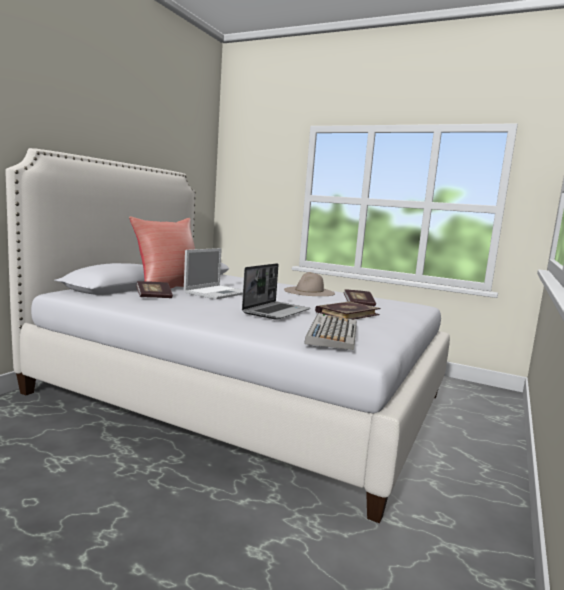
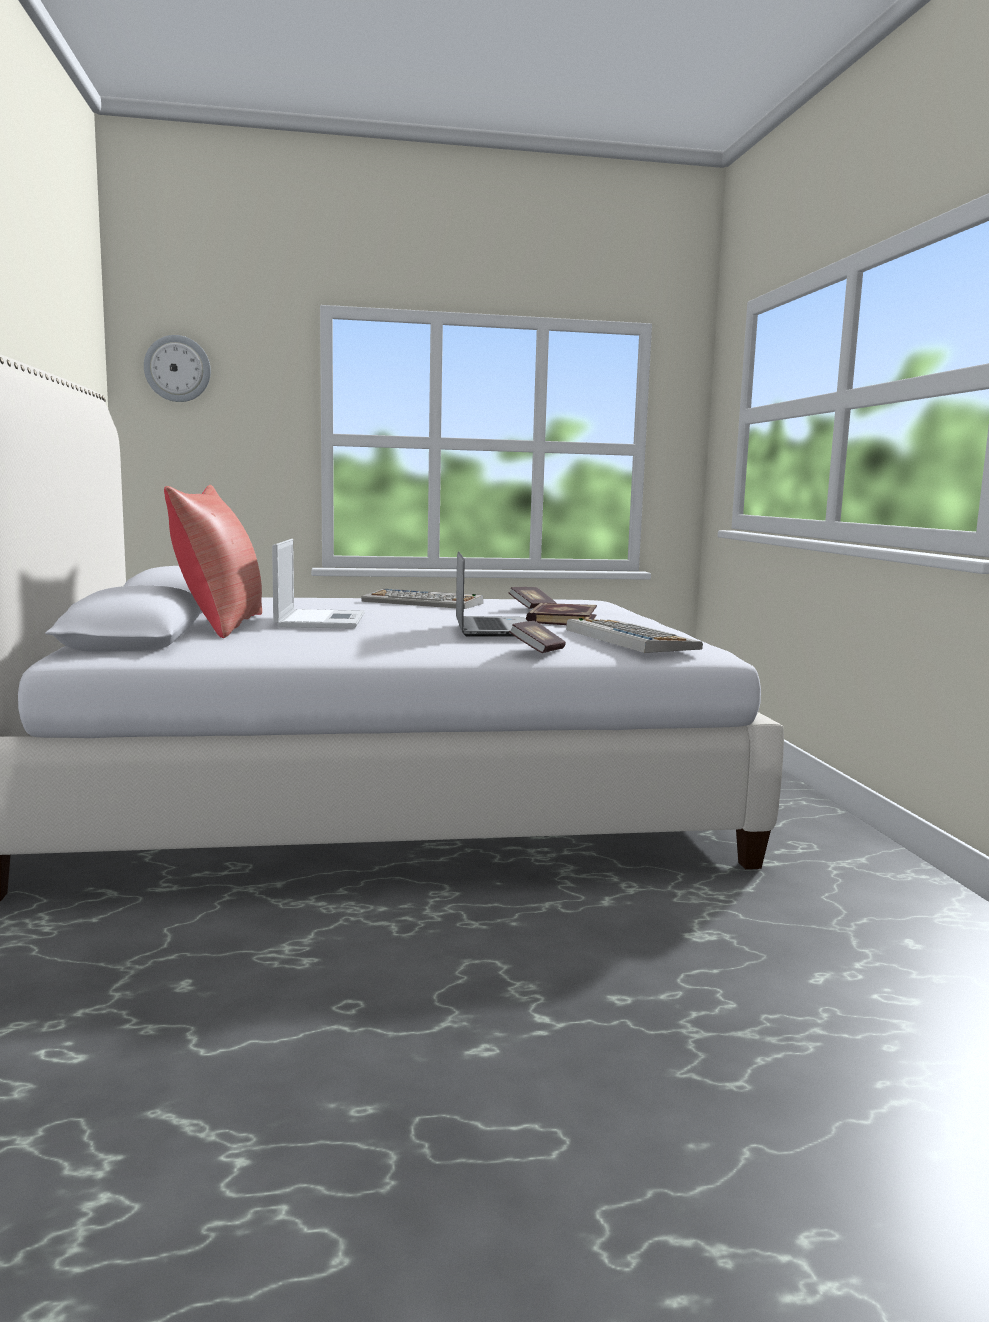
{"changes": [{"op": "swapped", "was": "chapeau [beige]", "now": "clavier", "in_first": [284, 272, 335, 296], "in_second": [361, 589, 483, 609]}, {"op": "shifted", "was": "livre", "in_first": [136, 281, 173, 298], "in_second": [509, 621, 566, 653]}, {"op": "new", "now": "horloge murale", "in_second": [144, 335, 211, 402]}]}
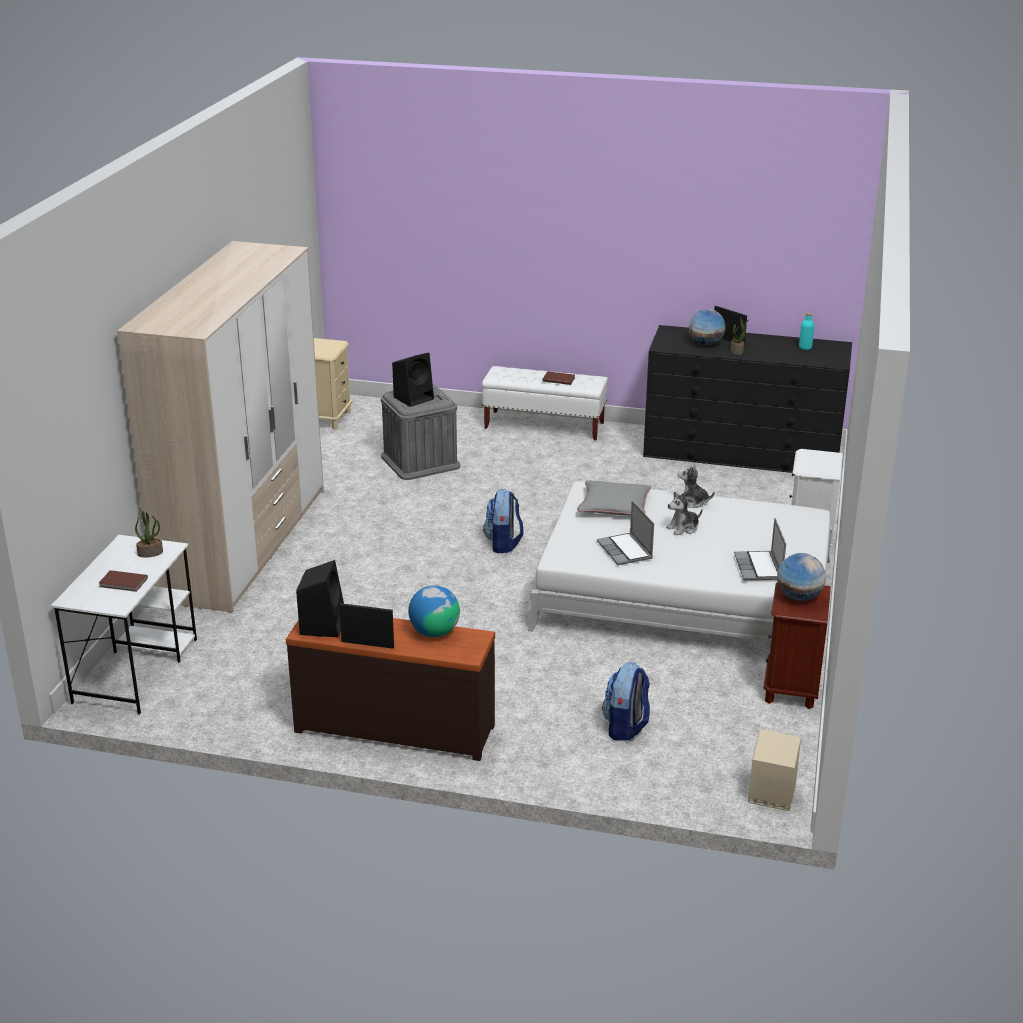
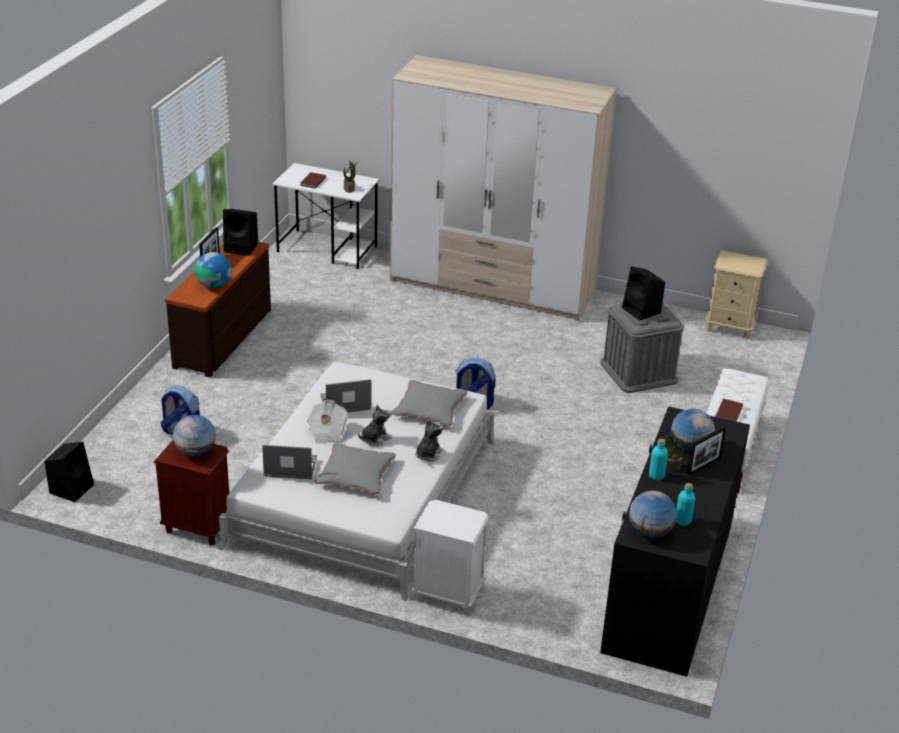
{"changes": [{"op": "rotated", "was": "peluche", "in_first": [666, 492, 703, 536], "in_second": [358, 404, 392, 446], "clockwise": 75}, {"op": "repainted", "was": "enceinte [beige]", "now": "enceinte [noir]", "in_first": [748, 729, 801, 811], "in_second": [44, 441, 94, 502]}, {"op": "new", "now": "journal", "in_second": [307, 400, 348, 444]}, {"op": "new", "now": "bouteille [turquoise]", "in_second": [649, 439, 668, 480]}, {"op": "new", "now": "coussin [gris]", "in_second": [315, 443, 396, 494]}, {"op": "new", "now": "globe", "in_second": [629, 491, 676, 538]}]}
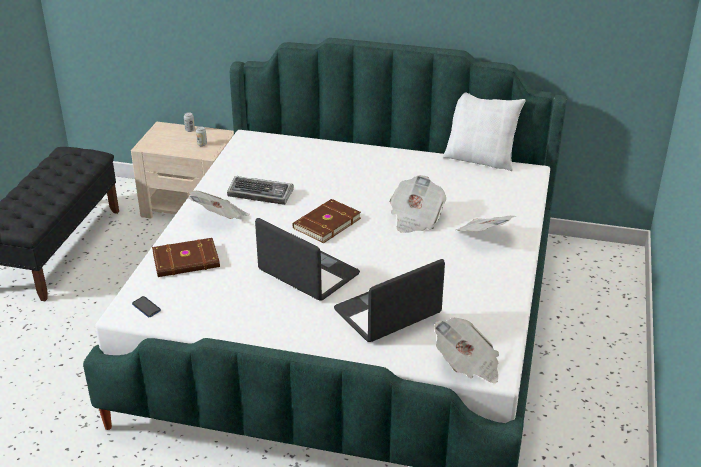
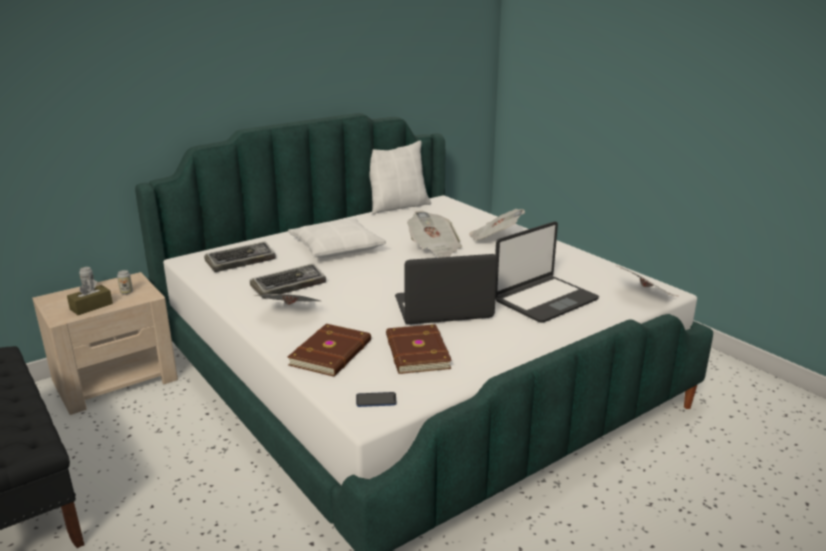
{"changes": [{"op": "shifted", "was": "livre [marron]", "in_first": [292, 199, 361, 243], "in_second": [386, 324, 452, 374]}, {"op": "rotated", "was": "ordinateur portable", "in_first": [334, 259, 445, 342], "in_second": [495, 222, 599, 323], "clockwise": -135}, {"op": "new", "now": "coussin [blanc]", "in_second": [288, 219, 386, 258]}, {"op": "new", "now": "clavier", "in_second": [204, 241, 276, 272]}, {"op": "new", "now": "boîte à mouchoirs [marron]", "in_second": [67, 279, 113, 315]}]}
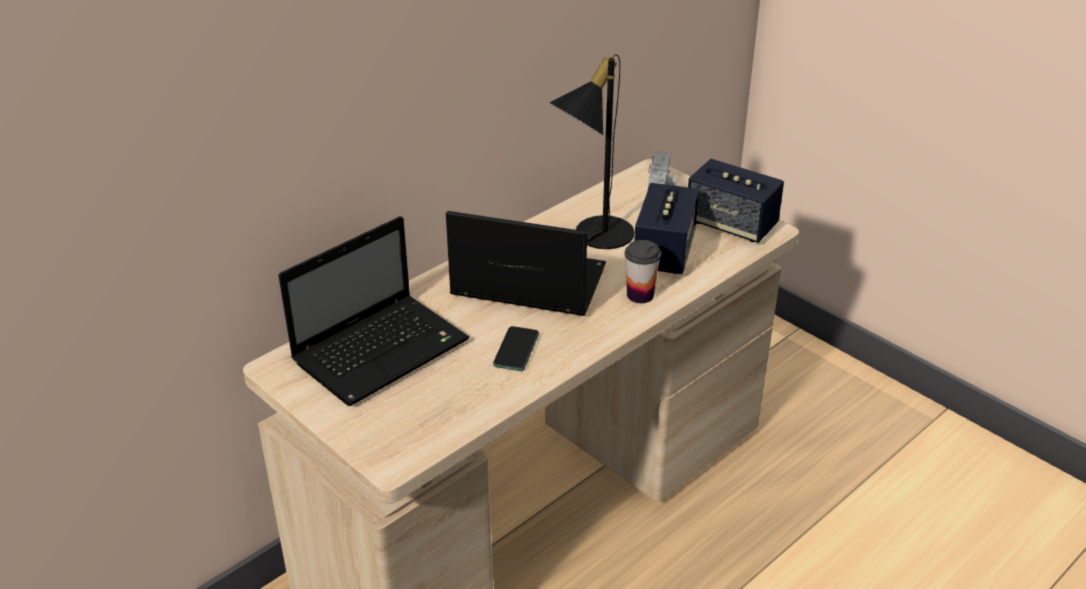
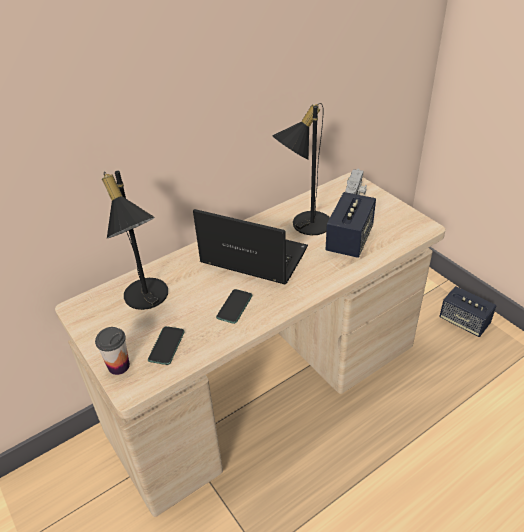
{"changes": [{"op": "shifted", "was": "enceinte", "in_first": [688, 159, 784, 243], "in_second": [439, 286, 497, 337]}, {"op": "swapped", "was": "ordinateur portable", "now": "lampe de table [noir]", "in_first": [278, 216, 470, 406], "in_second": [102, 171, 168, 310]}, {"op": "shifted", "was": "tasse", "in_first": [625, 240, 661, 303], "in_second": [95, 327, 130, 375]}, {"op": "new", "now": "téléphone", "in_second": [148, 326, 185, 365]}]}
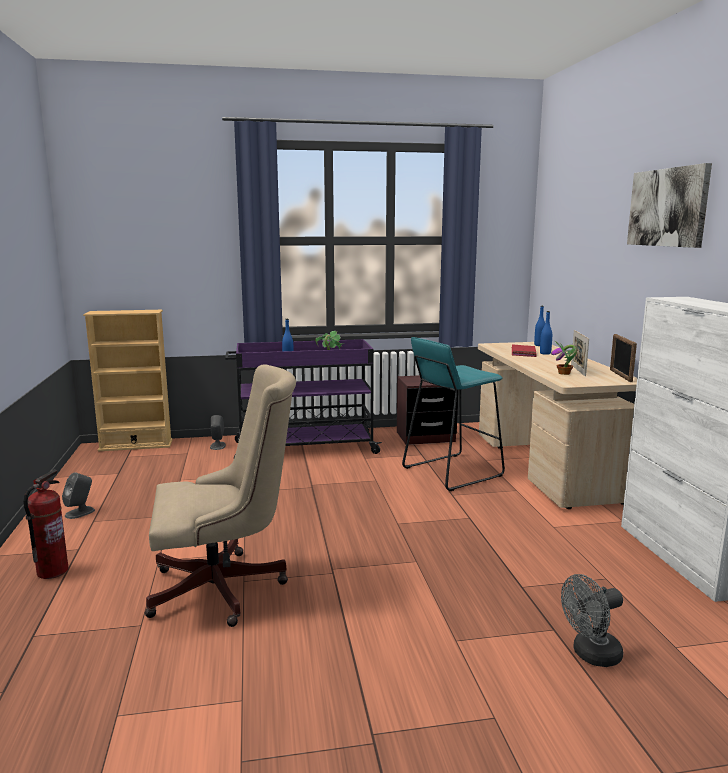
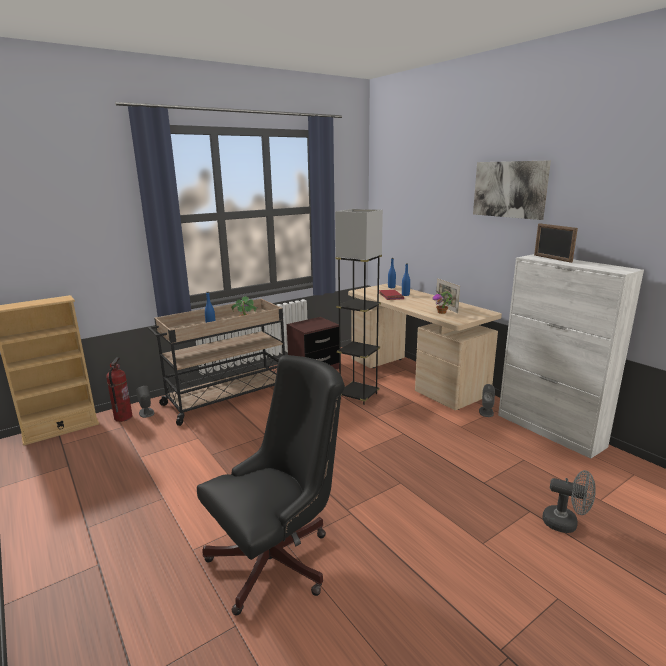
{"changes": [{"op": "shifted", "was": "cadre photo", "in_first": [610, 334, 637, 382], "in_second": [534, 223, 578, 263]}, {"op": "swapped", "was": "tabouret [turquoise]", "now": "lampadaire [gris]", "in_first": [402, 337, 505, 491], "in_second": [335, 209, 383, 405]}, {"op": "repainted", "was": "chariot [violet]", "now": "chariot [beige]", "in_first": [225, 339, 382, 458], "in_second": [148, 299, 285, 426]}, {"op": "repainted", "was": "chaise de bureau [beige]", "now": "chaise de bureau [noir]", "in_first": [145, 364, 296, 627], "in_second": [197, 355, 345, 615]}, {"op": "shifted", "was": "extincteur", "in_first": [23, 470, 69, 579], "in_second": [106, 357, 133, 422]}, {"op": "shifted", "was": "enceinte [gris]", "in_first": [62, 472, 95, 519], "in_second": [479, 384, 495, 417]}, {"op": "rotated", "was": "ventilateur [gris]", "in_first": [561, 574, 623, 667], "in_second": [542, 470, 596, 533], "clockwise": -105}]}
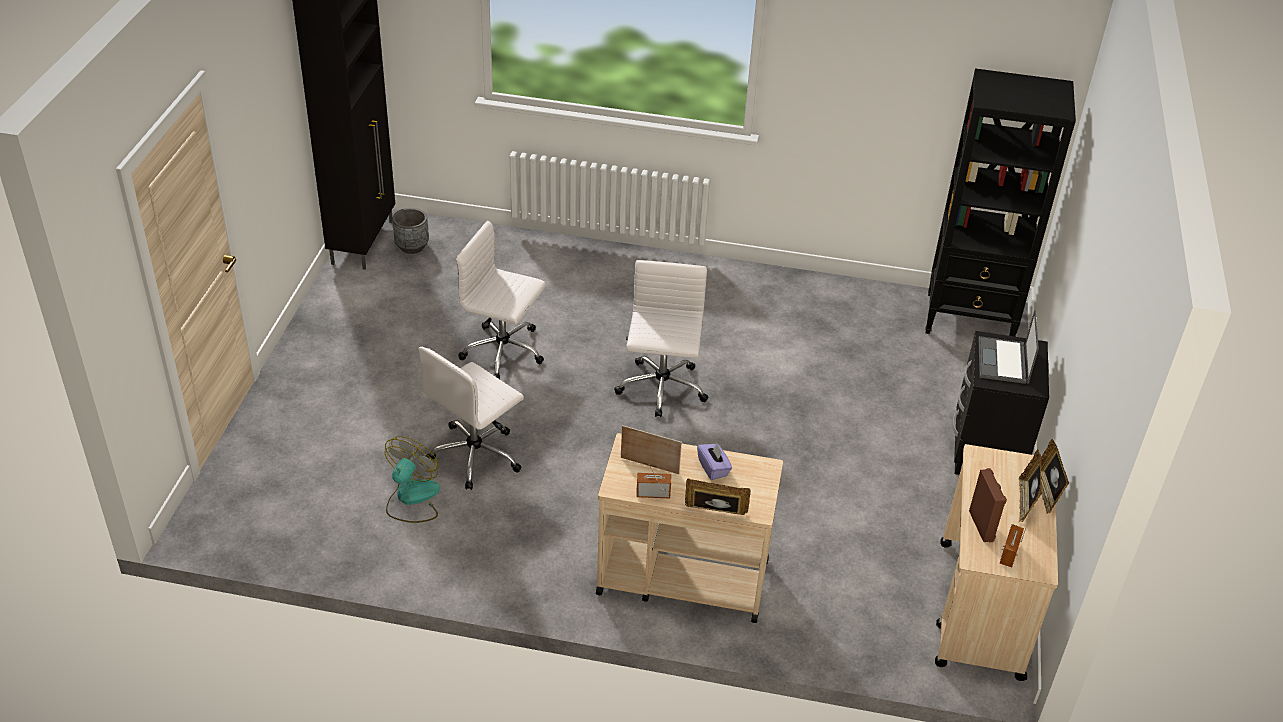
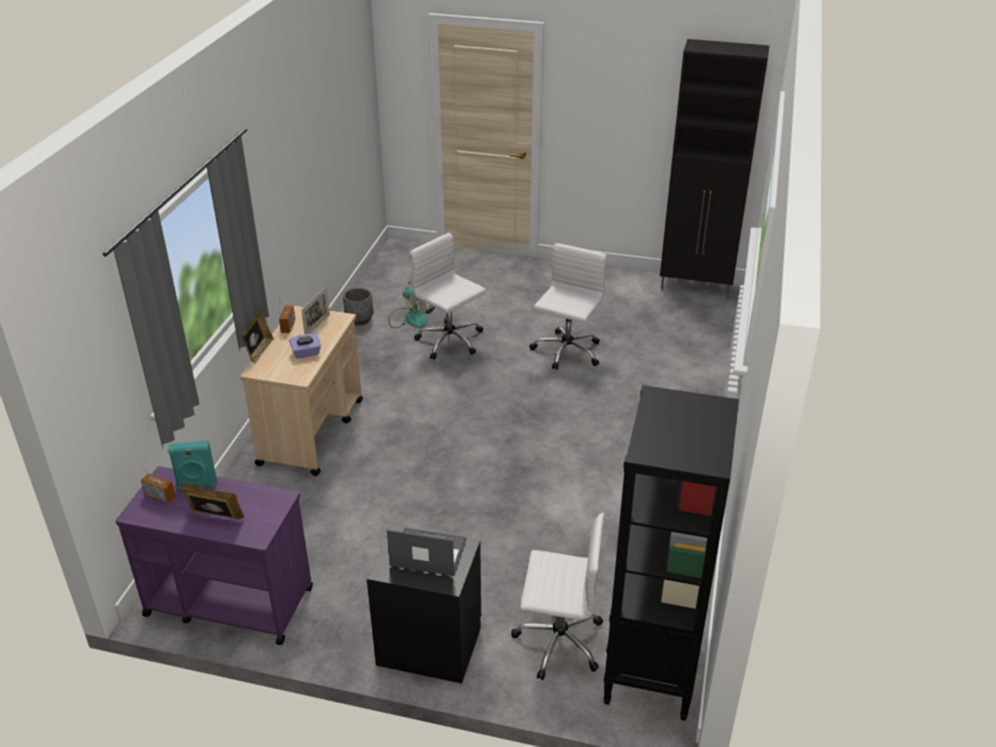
{"changes": [{"op": "shifted", "was": "cache-pot [gris]", "in_first": [392, 208, 429, 254], "in_second": [343, 287, 373, 326]}, {"op": "shifted", "was": "chaise de bureau [blanc]", "in_first": [614, 260, 708, 417], "in_second": [511, 513, 604, 680]}, {"op": "gone", "was": "cadre photo", "in_first": [1041, 439, 1069, 514]}, {"op": "repainted", "was": "chariot [beige]", "now": "chariot [violet]", "in_first": [935, 444, 1058, 681], "in_second": [116, 466, 313, 645]}, {"op": "repainted", "was": "enceinte [marron]", "now": "enceinte [turquoise]", "in_first": [969, 468, 1007, 542], "in_second": [168, 441, 217, 490]}]}
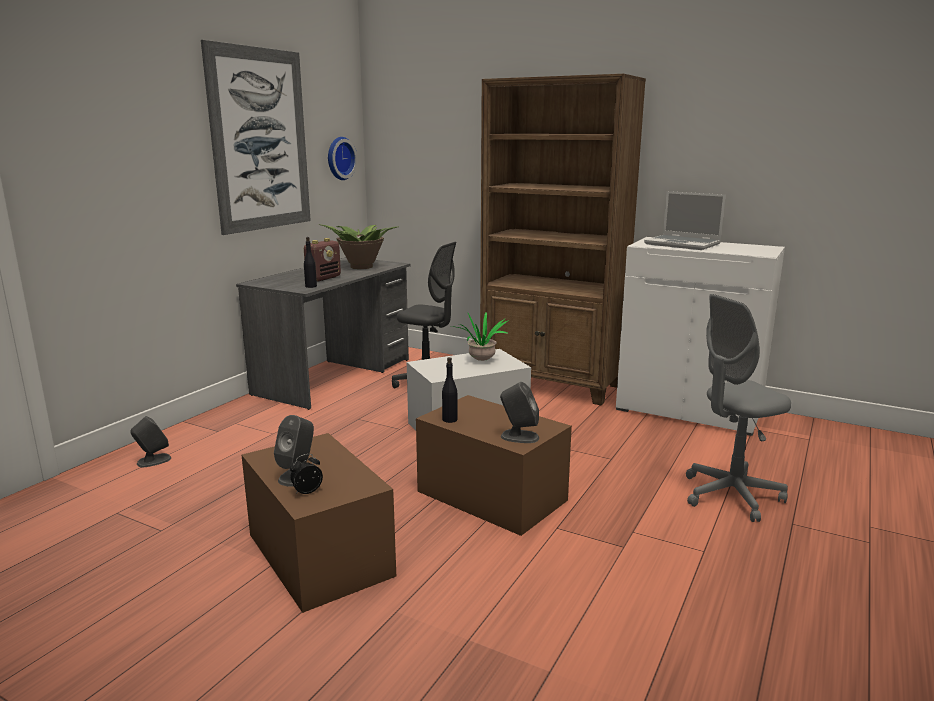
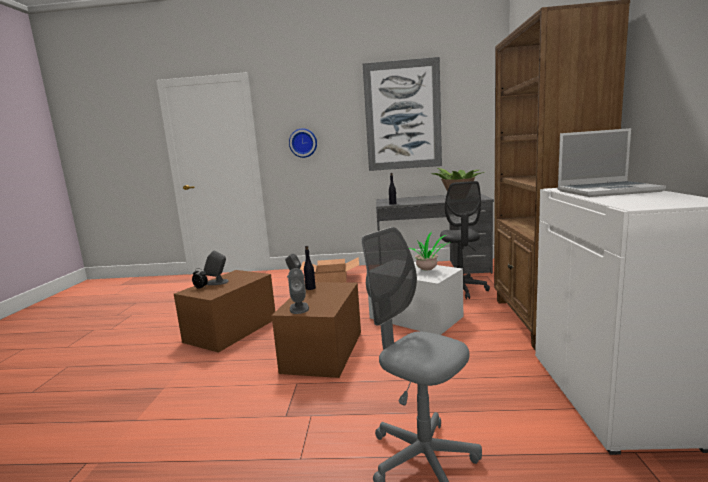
{"changes": [{"op": "shifted", "was": "horloge murale", "in_first": [328, 137, 357, 180], "in_second": [289, 128, 317, 158]}, {"op": "rotated", "was": "ordinateur portable", "in_first": [644, 191, 726, 250], "in_second": [557, 128, 666, 197], "clockwise": -105}, {"op": "gone", "was": "radio", "in_first": [304, 238, 341, 281]}, {"op": "new", "now": "carton", "in_second": [300, 257, 359, 282]}]}
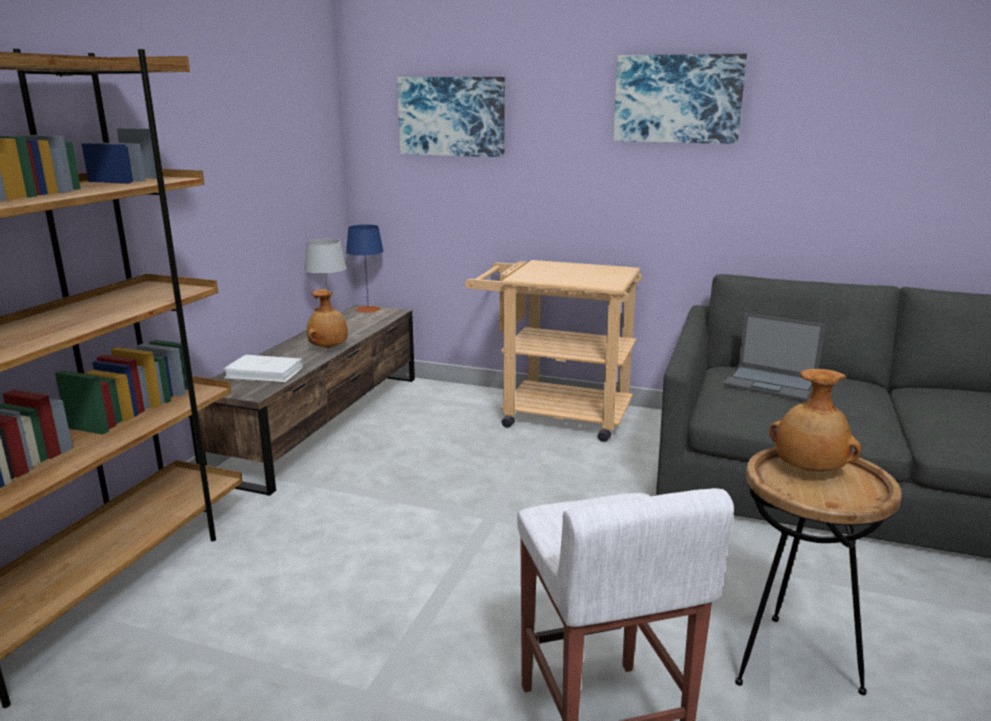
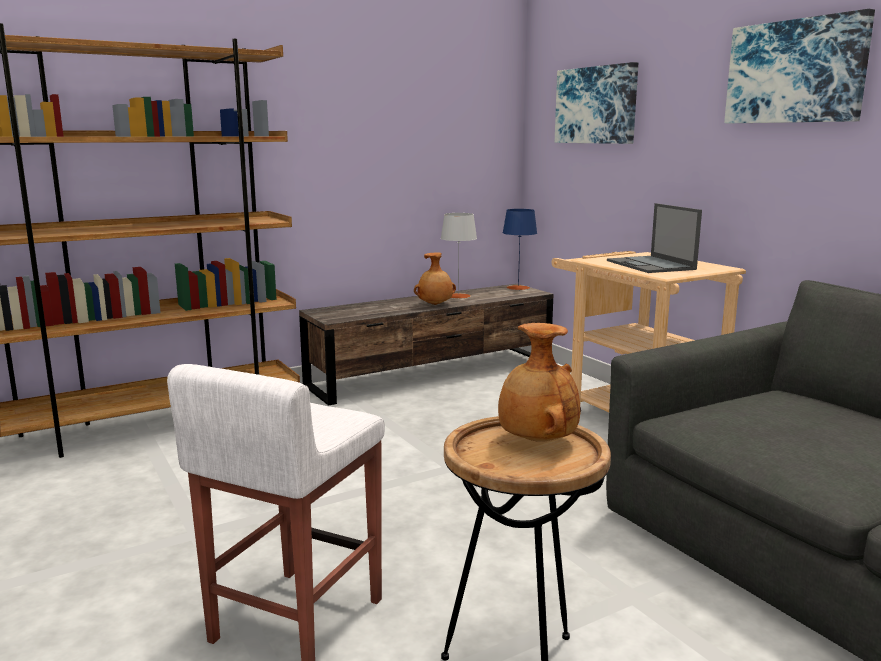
{"changes": [{"op": "shifted", "was": "ordinateur portable", "in_first": [723, 313, 826, 401], "in_second": [607, 203, 702, 273]}, {"op": "gone", "was": "livre [blanc]", "in_first": [224, 355, 303, 383]}]}
